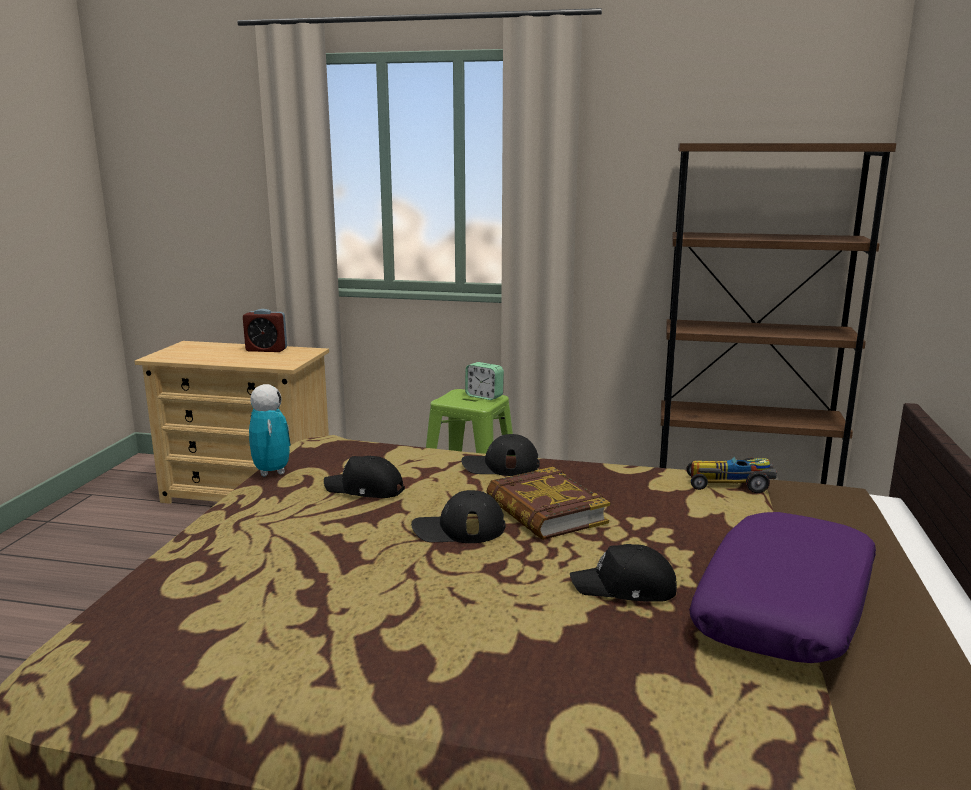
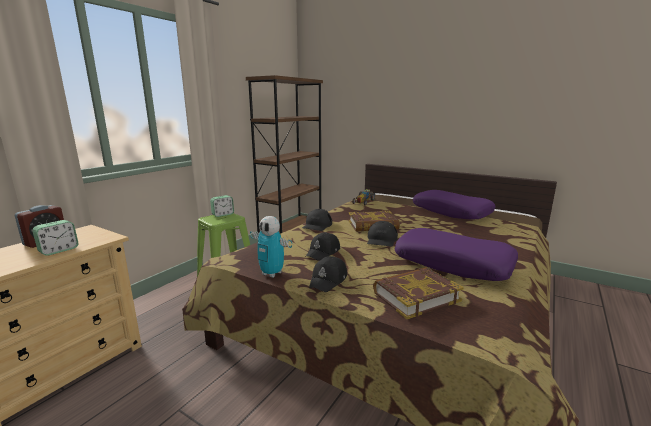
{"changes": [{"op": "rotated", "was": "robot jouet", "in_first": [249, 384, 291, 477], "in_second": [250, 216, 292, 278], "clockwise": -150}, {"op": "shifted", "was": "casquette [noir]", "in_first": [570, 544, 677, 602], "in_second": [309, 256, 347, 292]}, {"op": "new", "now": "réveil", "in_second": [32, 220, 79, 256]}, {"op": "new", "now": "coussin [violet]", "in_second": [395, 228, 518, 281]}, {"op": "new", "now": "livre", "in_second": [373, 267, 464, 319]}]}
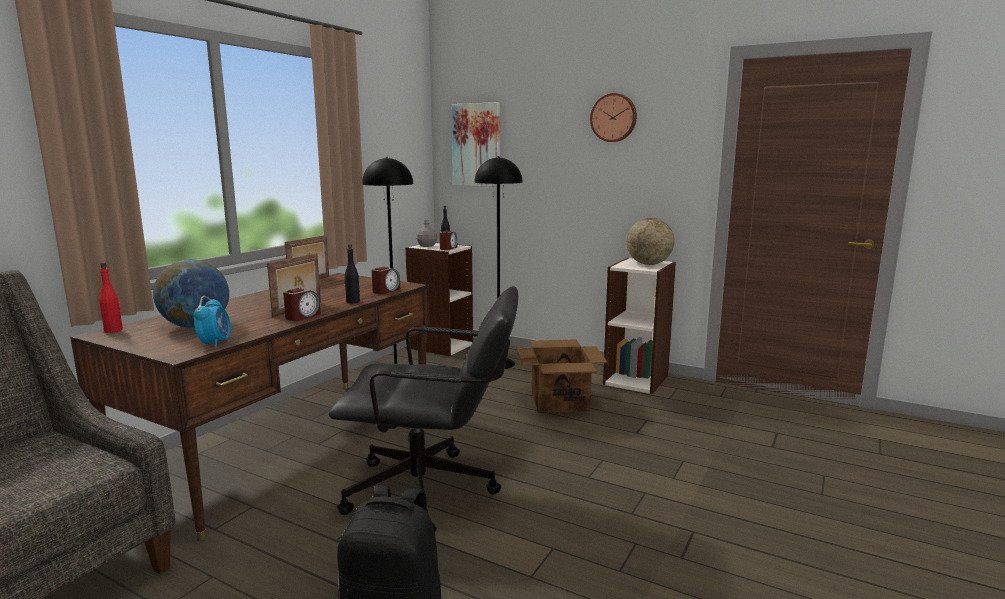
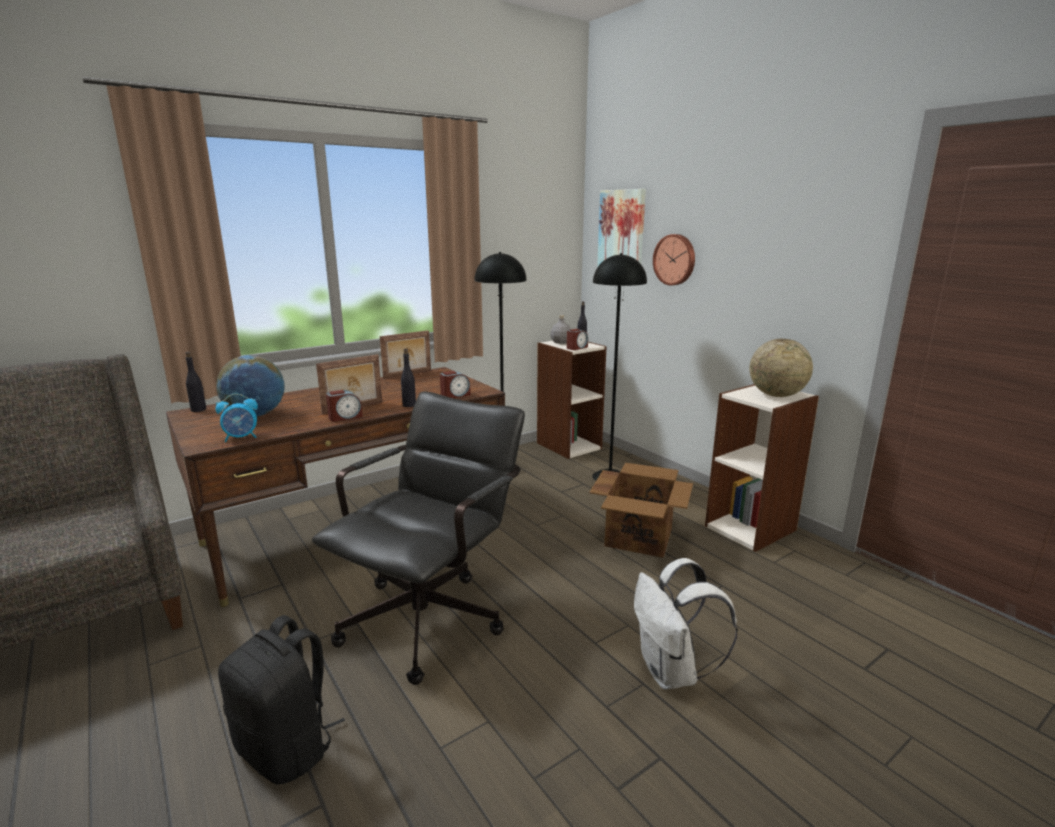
{"changes": [{"op": "shifted", "was": "horloge murale", "in_first": [590, 93, 637, 142], "in_second": [653, 234, 695, 285]}, {"op": "repainted", "was": "bouteille [rouge]", "now": "bouteille [noir]", "in_first": [99, 262, 123, 333], "in_second": [186, 352, 206, 412]}, {"op": "rotated", "was": "chaise de bureau [noir]", "in_first": [329, 286, 518, 532], "in_second": [312, 392, 525, 685], "clockwise": -90}, {"op": "rotated", "was": "réveil", "in_first": [194, 296, 231, 349], "in_second": [215, 393, 258, 442], "clockwise": 45}, {"op": "new", "now": "sac à dos [blanc]", "in_second": [634, 558, 738, 689]}]}
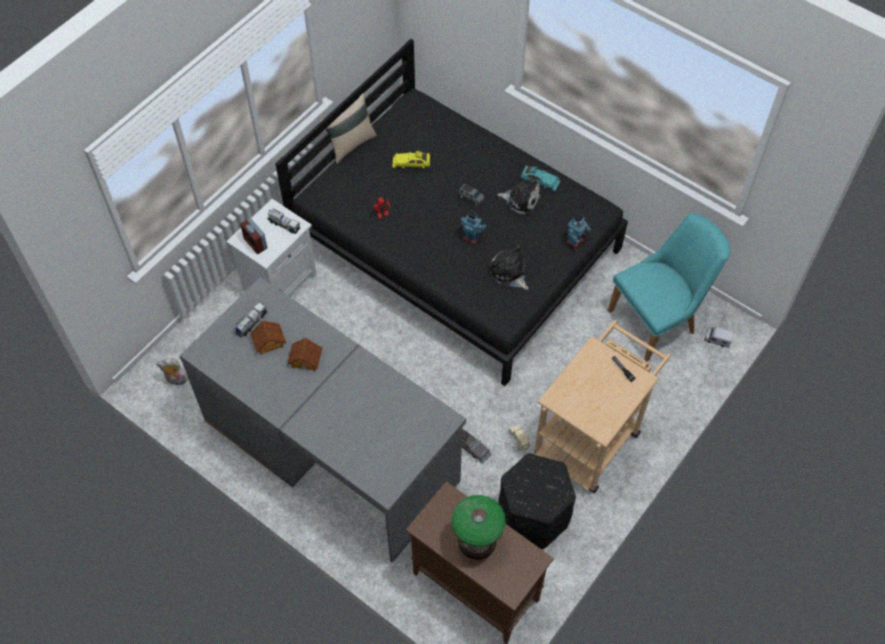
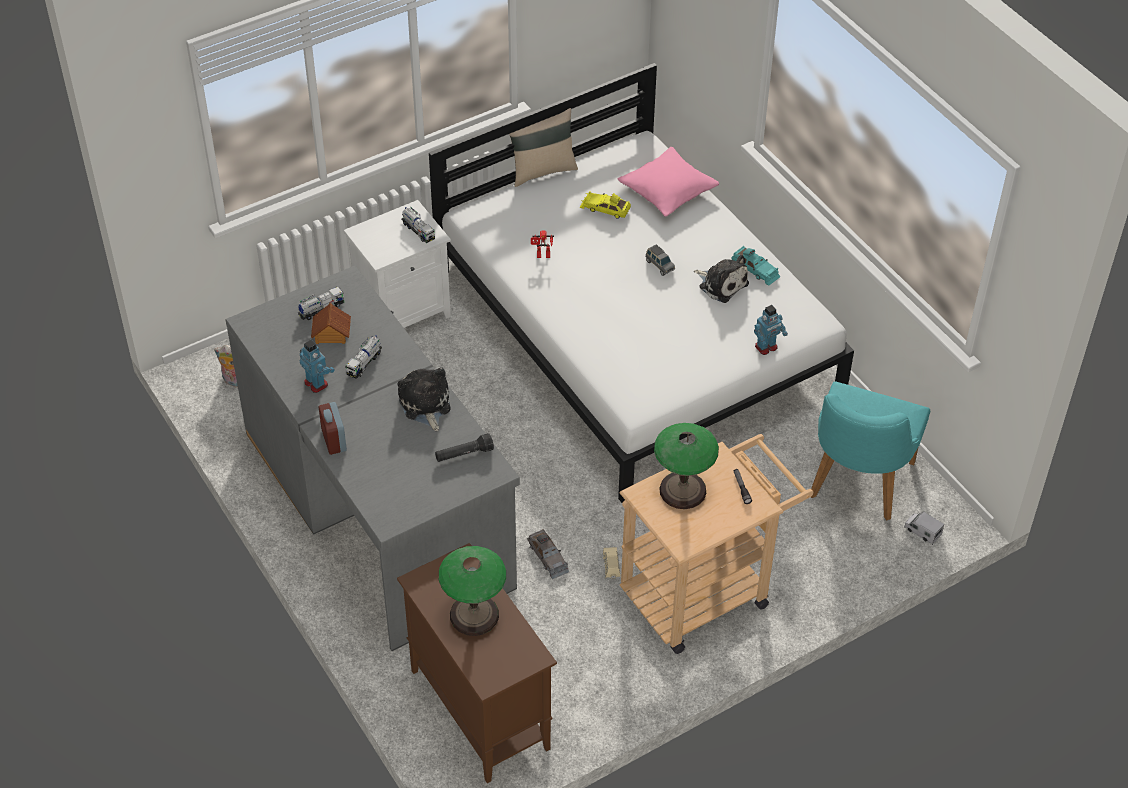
{"changes": [{"op": "repainted", "was": "lit [noir]", "now": "lit [blanc]", "in_first": [275, 39, 628, 386], "in_second": [429, 63, 854, 503]}, {"op": "shifted", "was": "robot jouet", "in_first": [461, 210, 487, 245], "in_second": [300, 340, 335, 393]}, {"op": "rotated", "was": "chaise [turquoise]", "in_first": [608, 213, 730, 362], "in_second": [811, 381, 930, 521], "clockwise": 120}, {"op": "shifted", "was": "réveil", "in_first": [240, 218, 267, 254], "in_second": [319, 402, 347, 455]}, {"op": "shifted", "was": "peluche", "in_first": [489, 245, 529, 290], "in_second": [398, 367, 451, 431]}, {"op": "swapped", "was": "maison miniature", "now": "camion jouet", "in_first": [287, 338, 322, 371], "in_second": [346, 335, 382, 379]}, {"op": "gone", "was": "pouf [noir]", "in_first": [498, 453, 576, 549]}, {"op": "new", "now": "coussin [rose]", "in_second": [618, 147, 719, 217]}, {"op": "new", "now": "lampe de table", "in_second": [654, 423, 719, 509]}, {"op": "new", "now": "lampe de poche [noir]", "in_second": [435, 433, 494, 462]}]}
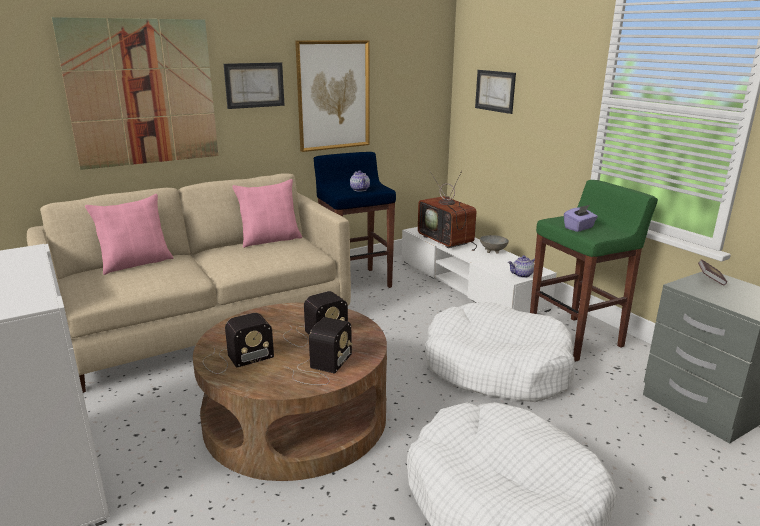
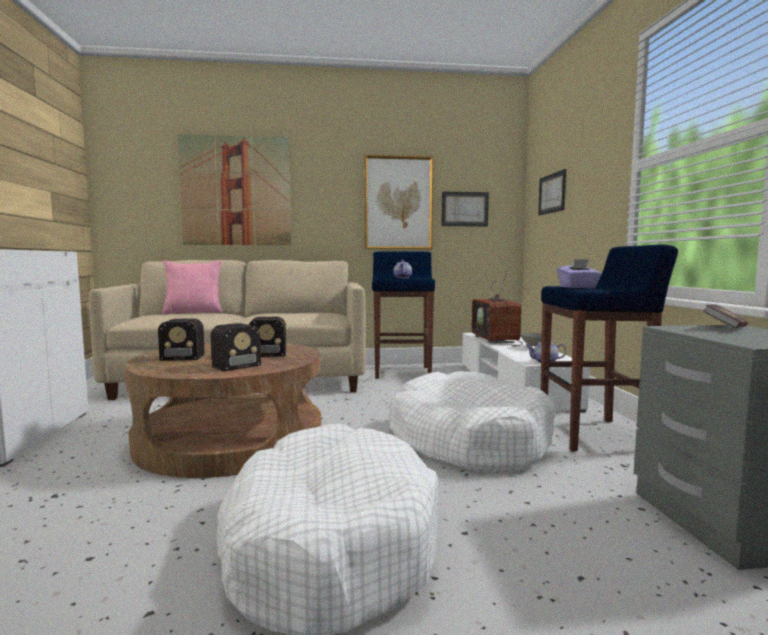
{"changes": [{"op": "shifted", "was": "tableau", "in_first": [224, 62, 285, 109], "in_second": [441, 191, 489, 227]}, {"op": "gone", "was": "coussin [rose]", "in_first": [232, 179, 302, 248]}, {"op": "repainted", "was": "tabouret [vert]", "now": "tabouret [bleu]", "in_first": [530, 180, 658, 361], "in_second": [541, 244, 678, 452]}]}
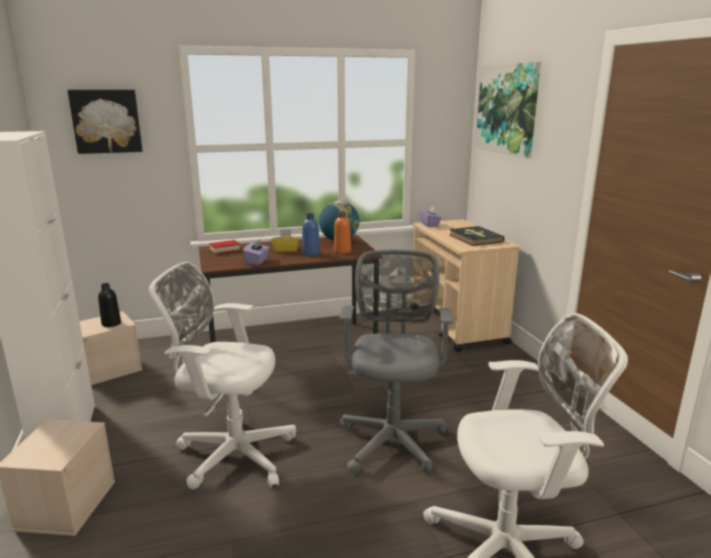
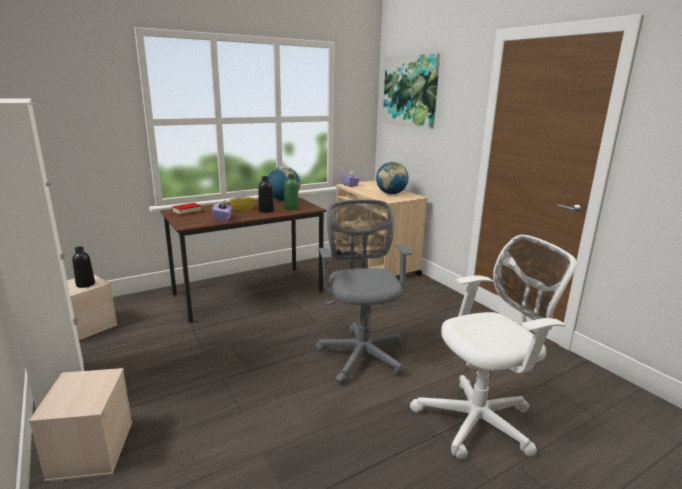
{"changes": [{"op": "gone", "was": "tableau", "in_first": [68, 90, 143, 154]}, {"op": "repainted", "was": "bouteille [orange]", "now": "bouteille [vert]", "in_first": [334, 211, 351, 254], "in_second": [284, 174, 299, 210]}, {"op": "repainted", "was": "bouteille [bleu]", "now": "bouteille [noir]", "in_first": [302, 213, 320, 256], "in_second": [258, 176, 274, 213]}, {"op": "swapped", "was": "livre", "now": "globe", "in_first": [449, 226, 504, 246], "in_second": [376, 162, 409, 194]}, {"op": "gone", "was": "chaise de bureau [blanc]", "in_first": [149, 262, 296, 489]}]}
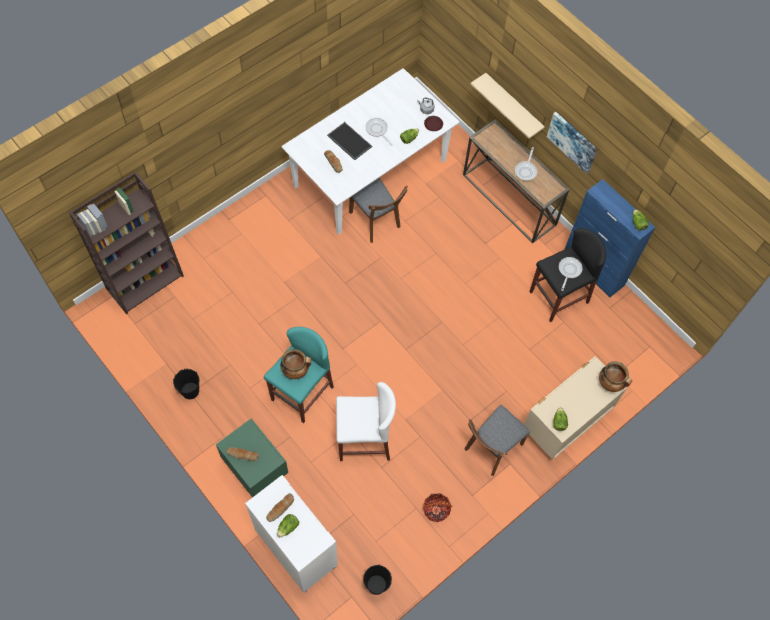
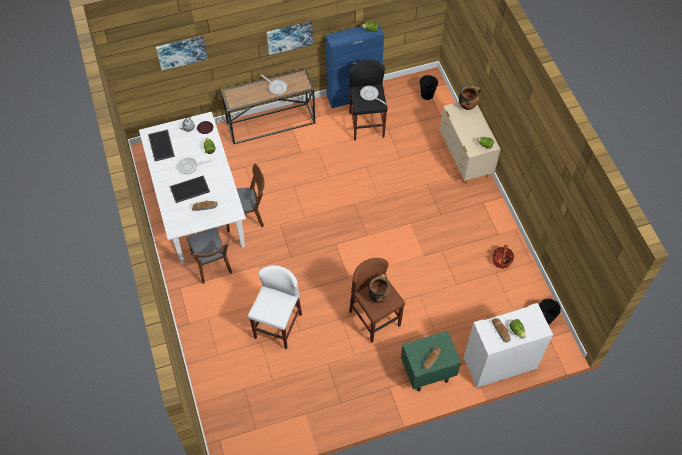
{"changes": [{"op": "gone", "was": "étagère [beige]", "in_first": [471, 73, 545, 139]}, {"op": "gone", "was": "bibliothèque [marron]", "in_first": [69, 171, 184, 315]}, {"op": "repainted", "was": "tabouret [turquoise]", "now": "tabouret [marron]", "in_first": [264, 327, 334, 423], "in_second": [349, 258, 405, 343]}, {"op": "shifted", "was": "seau [noir]", "in_first": [173, 369, 199, 399], "in_second": [419, 75, 438, 100]}, {"op": "shifted", "was": "tabouret [blanc]", "in_first": [336, 382, 396, 461], "in_second": [248, 265, 302, 349]}, {"op": "shifted", "was": "chaise [marron]", "in_first": [464, 405, 530, 476], "in_second": [187, 227, 232, 284]}, {"op": "new", "now": "tableau", "in_second": [156, 36, 208, 70]}, {"op": "new", "now": "plateau", "in_second": [148, 130, 175, 161]}]}
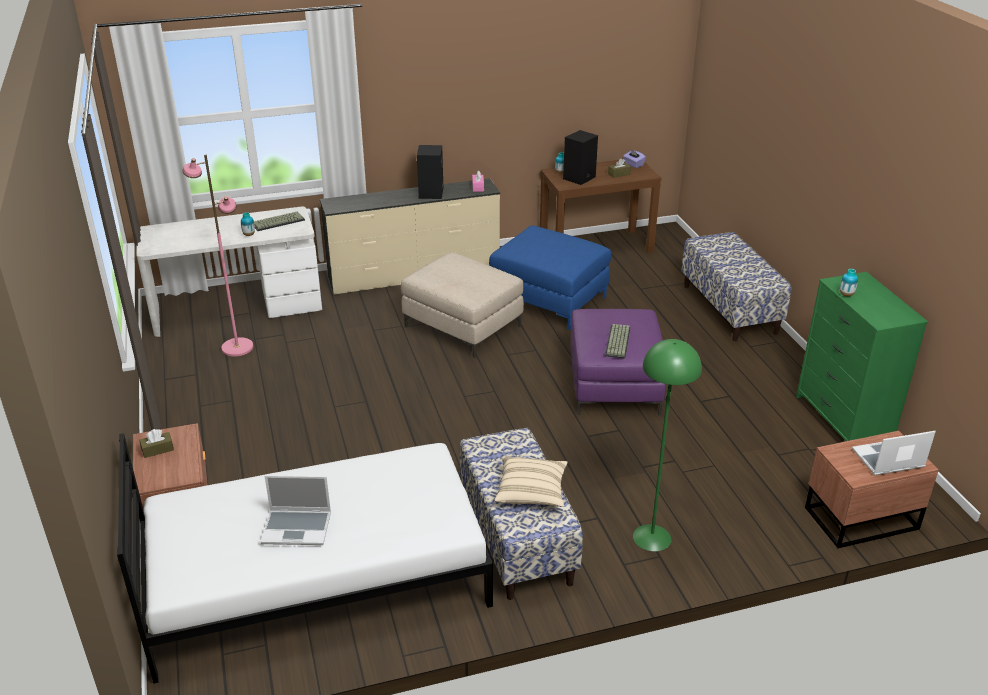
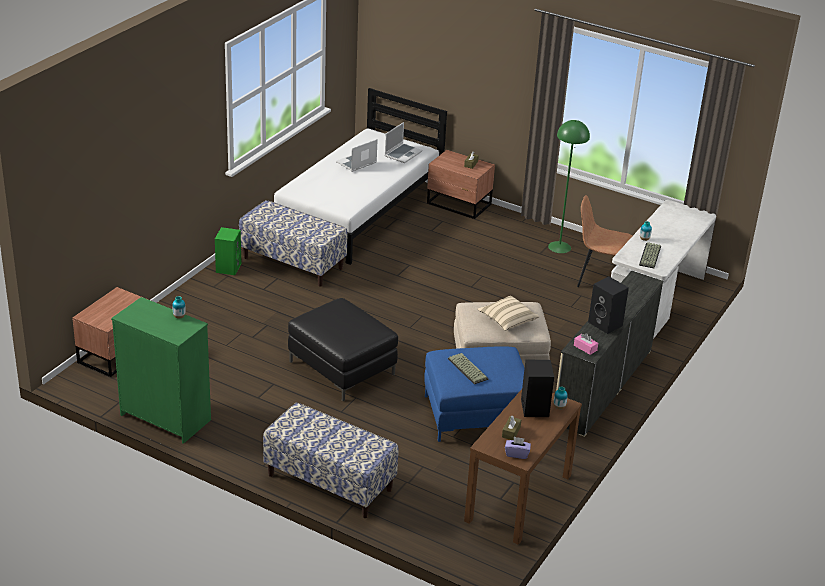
{"changes": [{"op": "swapped", "was": "lampadaire [rose]", "now": "chaise [marron]", "in_first": [182, 154, 253, 357], "in_second": [577, 195, 632, 287]}, {"op": "repainted", "was": "pouf [violet]", "now": "pouf [noir]", "in_first": [571, 309, 666, 416], "in_second": [288, 298, 398, 401]}, {"op": "shifted", "was": "clavier", "in_first": [605, 324, 630, 358], "in_second": [448, 353, 488, 384]}, {"op": "shifted", "was": "lampadaire [vert]", "in_first": [633, 339, 702, 551], "in_second": [548, 120, 590, 253]}, {"op": "shifted", "was": "ordinateur portable", "in_first": [852, 431, 936, 475], "in_second": [384, 122, 422, 163]}, {"op": "shifted", "was": "coussin [beige]", "in_first": [494, 456, 568, 507], "in_second": [477, 296, 539, 331]}, {"op": "new", "now": "enceinte [vert]", "in_second": [215, 227, 241, 275]}]}
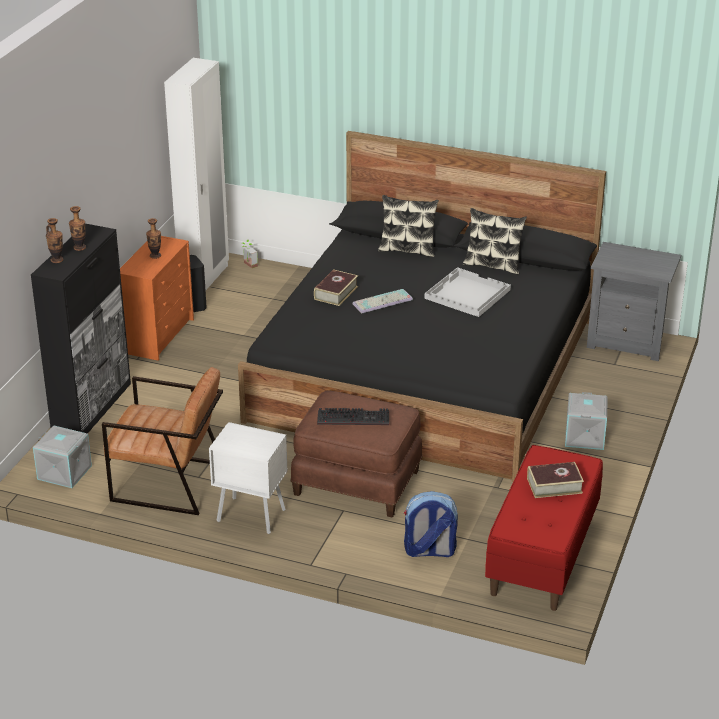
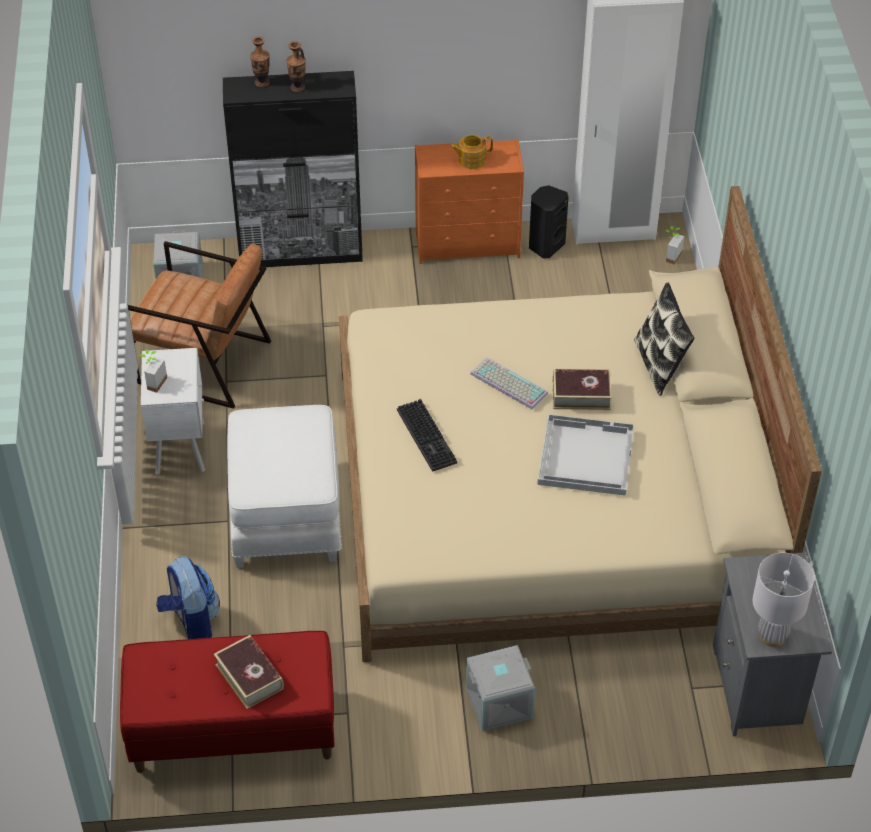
{"changes": [{"op": "repainted", "was": "lit [noir]", "now": "lit [beige]", "in_first": [238, 131, 606, 482], "in_second": [339, 186, 822, 662]}, {"op": "gone", "was": "coussin", "in_first": [463, 208, 527, 275]}, {"op": "swapped", "was": "vase", "now": "théière", "in_first": [146, 218, 161, 259], "in_second": [450, 135, 493, 169]}, {"op": "shifted", "was": "livre", "in_first": [314, 269, 358, 306], "in_second": [553, 369, 612, 410]}, {"op": "rotated", "was": "fauteuil [marron]", "in_first": [102, 367, 223, 515], "in_second": [128, 241, 271, 409], "clockwise": -60}, {"op": "repainted", "was": "pouf [marron]", "now": "pouf [blanc]", "in_first": [290, 390, 422, 518], "in_second": [227, 405, 342, 568]}, {"op": "shifted", "was": "clavier", "in_first": [317, 408, 389, 425], "in_second": [397, 399, 457, 472]}, {"op": "new", "now": "plante en pot", "in_second": [141, 350, 167, 393]}, {"op": "new", "now": "lampe de table [blanc]", "in_second": [753, 553, 814, 647]}]}
